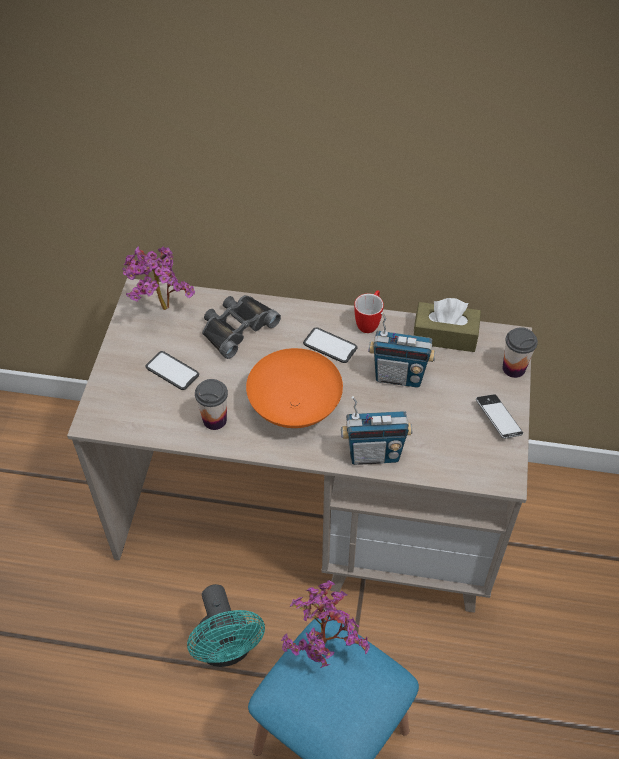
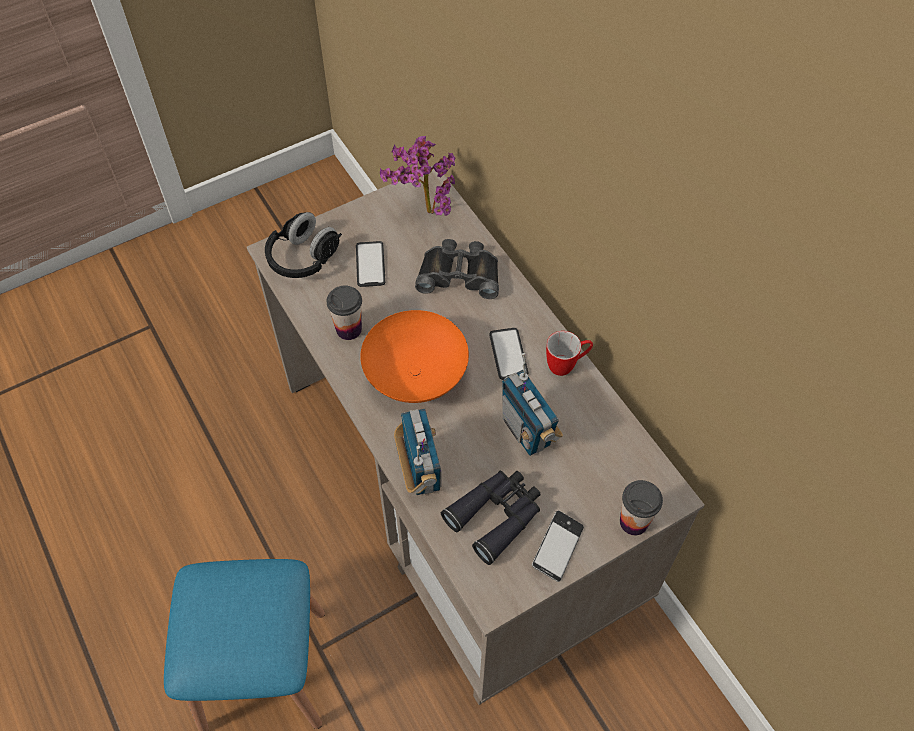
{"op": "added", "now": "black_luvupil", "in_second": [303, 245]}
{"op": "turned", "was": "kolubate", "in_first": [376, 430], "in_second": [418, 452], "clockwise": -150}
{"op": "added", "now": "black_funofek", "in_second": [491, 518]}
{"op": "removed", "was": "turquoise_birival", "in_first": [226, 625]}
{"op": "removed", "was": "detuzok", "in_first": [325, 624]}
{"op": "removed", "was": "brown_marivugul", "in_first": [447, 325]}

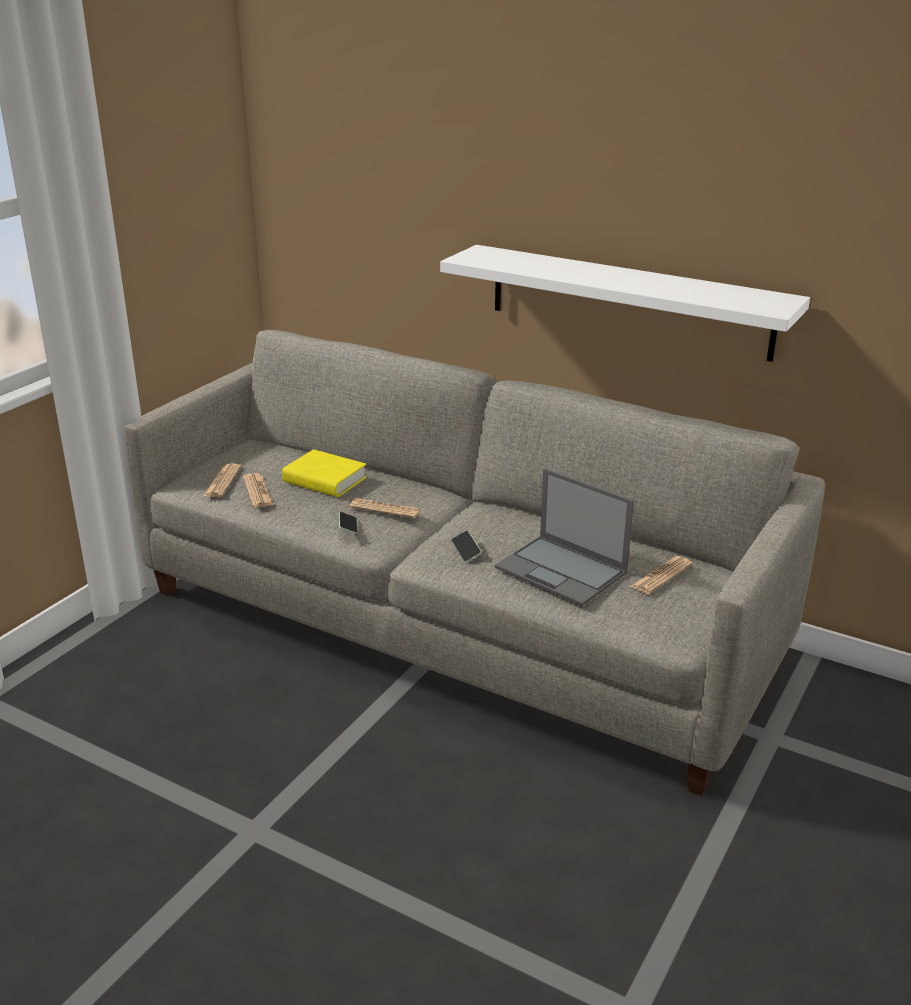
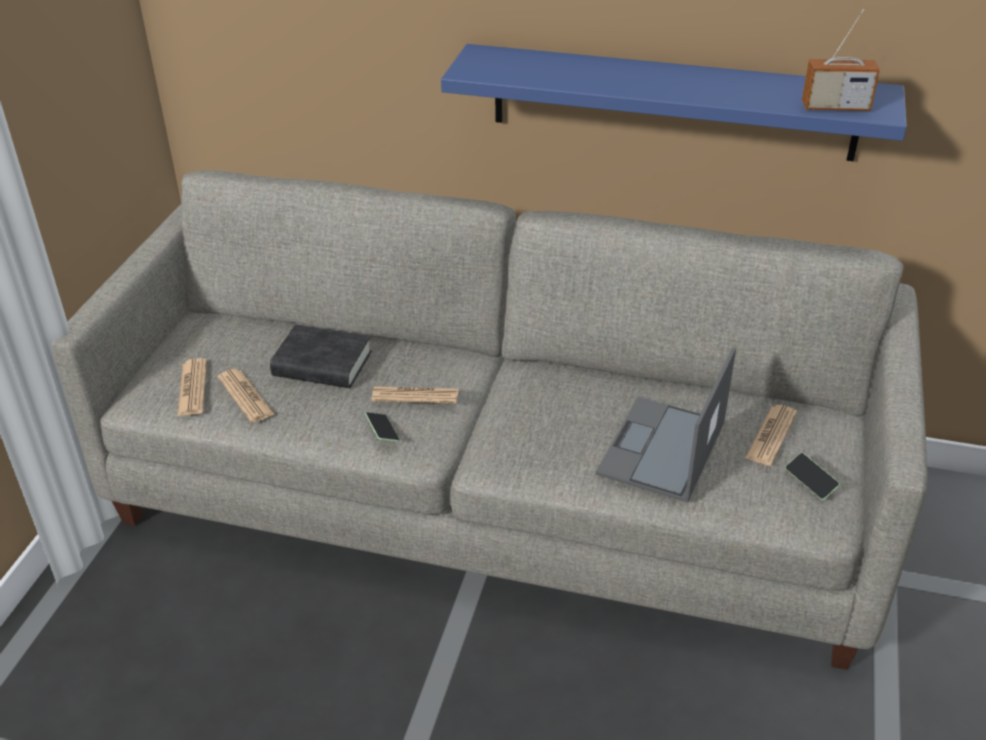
{"op": "recoloured", "was": "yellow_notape", "now": "black_notape", "in_first": [324, 473], "in_second": [321, 356]}
{"op": "recoloured", "was": "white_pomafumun", "now": "blue_pomafumun", "in_first": [625, 303], "in_second": [674, 102]}
{"op": "turned", "was": "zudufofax", "in_first": [564, 537], "in_second": [666, 425], "clockwise": 90}
{"op": "moved", "was": "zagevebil", "in_first": [466, 546], "in_second": [812, 476]}
{"op": "added", "now": "kolubate", "in_second": [841, 60]}

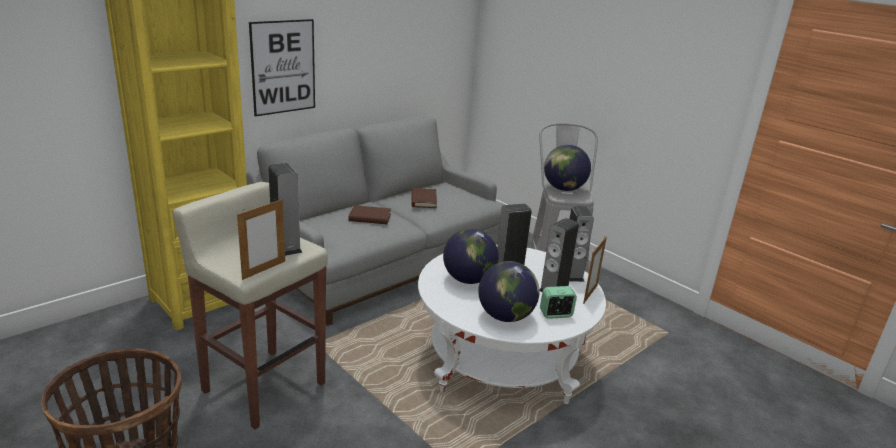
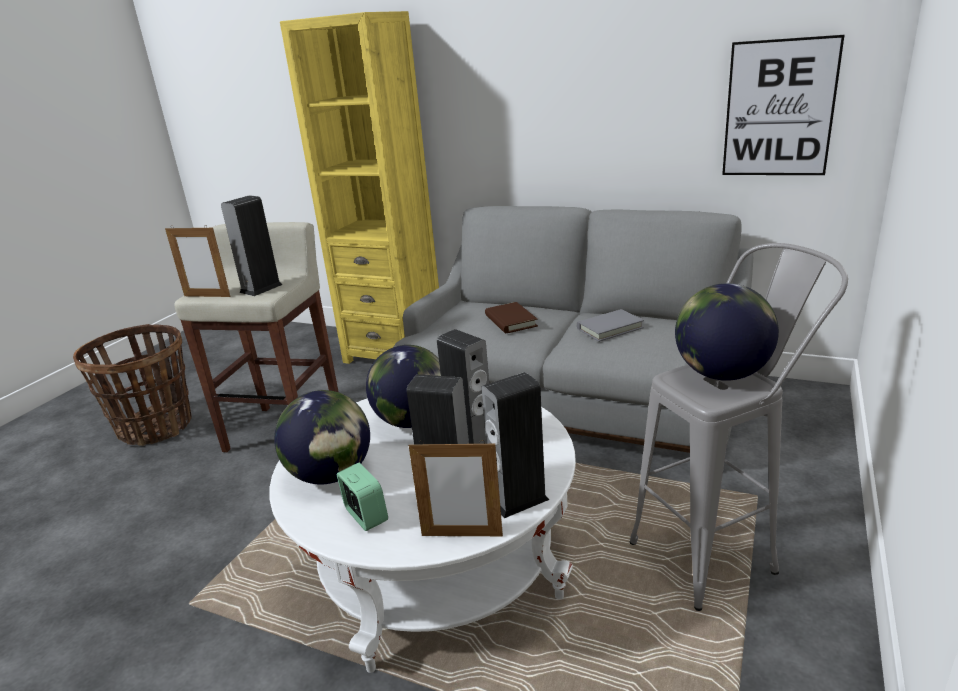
{"op": "recoloured", "was": "brown_notape", "now": "grey_notape", "in_first": [424, 198], "in_second": [610, 325]}
{"op": "moved", "was": "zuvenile", "in_first": [282, 67], "in_second": [783, 105]}

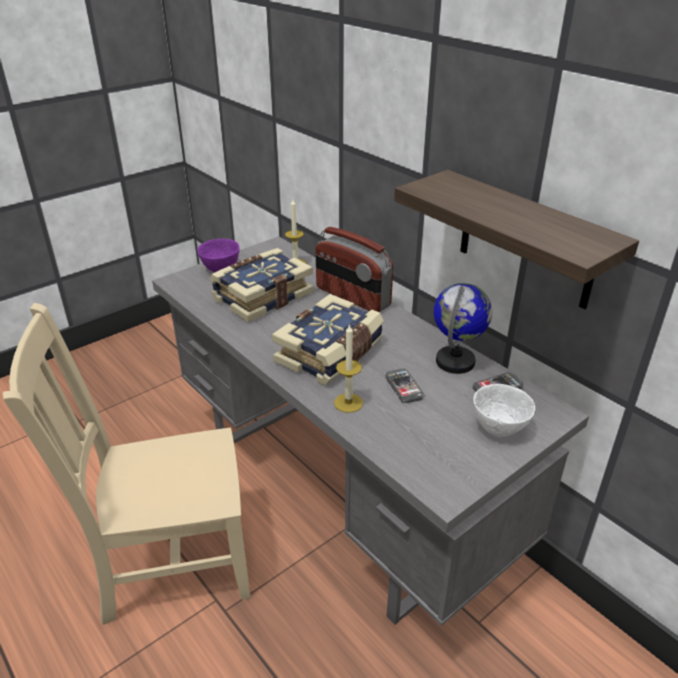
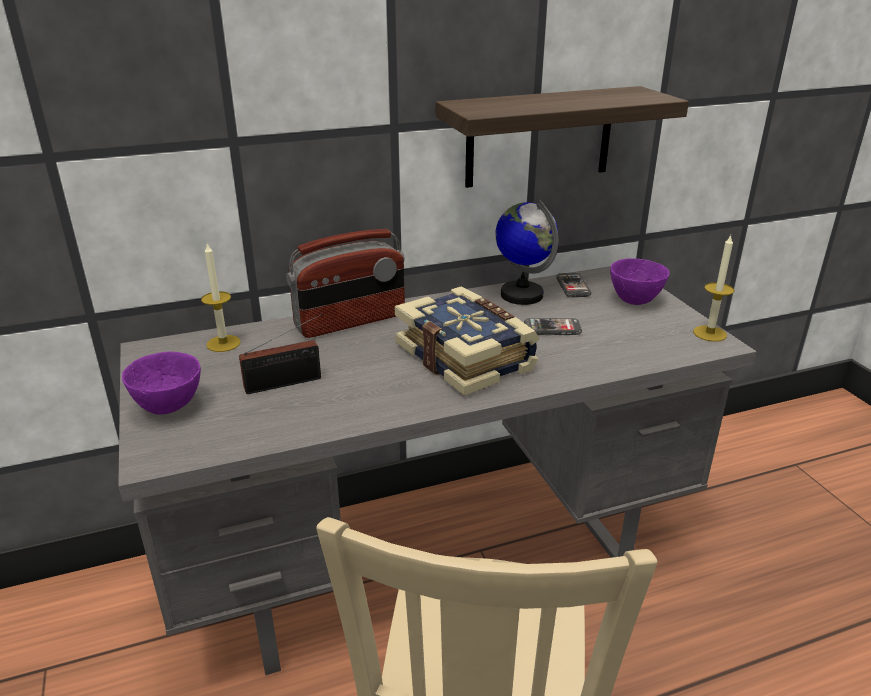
{"op": "replaced", "was": "notape", "now": "kolubate", "in_first": [262, 285], "in_second": [281, 354]}
{"op": "recoloured", "was": "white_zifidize", "now": "purple_zifidize", "in_first": [504, 410], "in_second": [640, 281]}
{"op": "moved", "was": "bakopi", "in_first": [348, 368], "in_second": [713, 288]}

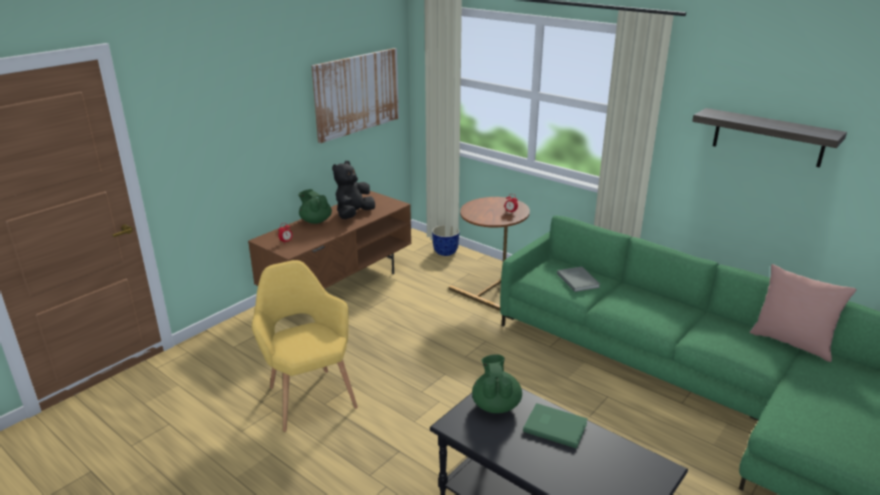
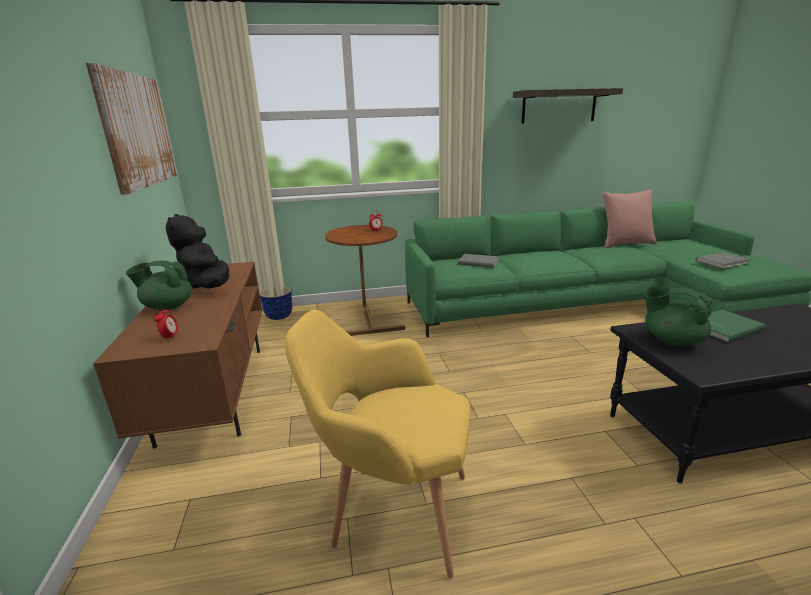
{"op": "added", "now": "grey_notape", "in_second": [723, 260]}

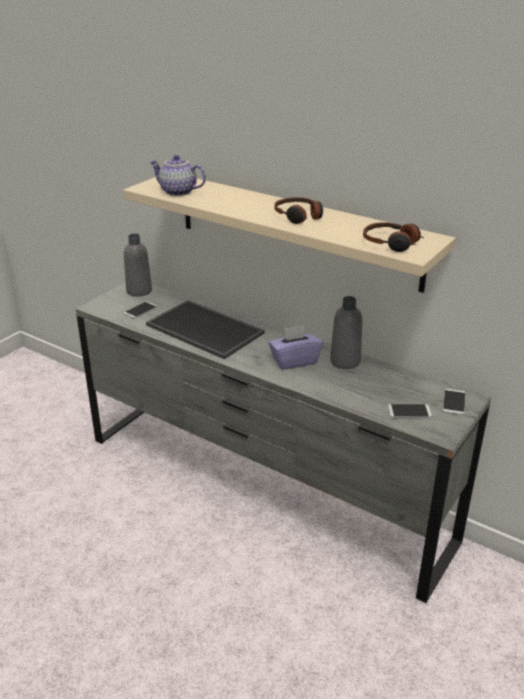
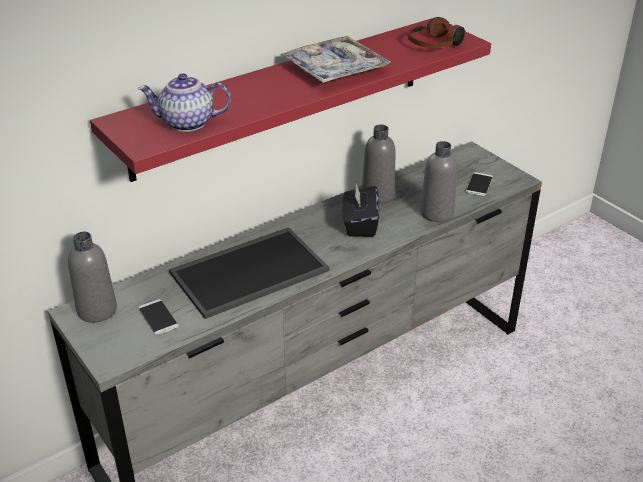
{"op": "recoloured", "was": "beige_pomafumun", "now": "red_pomafumun", "in_first": [289, 235], "in_second": [290, 99]}
{"op": "turned", "was": "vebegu", "in_first": [178, 175], "in_second": [184, 102], "clockwise": 45}
{"op": "replaced", "was": "luvupil", "now": "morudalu", "in_first": [299, 210], "in_second": [335, 59]}
{"op": "recoloured", "was": "purple_marivugul", "now": "black_marivugul", "in_first": [295, 347], "in_second": [360, 210]}
{"op": "added", "now": "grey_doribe", "in_second": [438, 181]}
{"op": "removed", "was": "zagevebil", "in_first": [454, 402]}

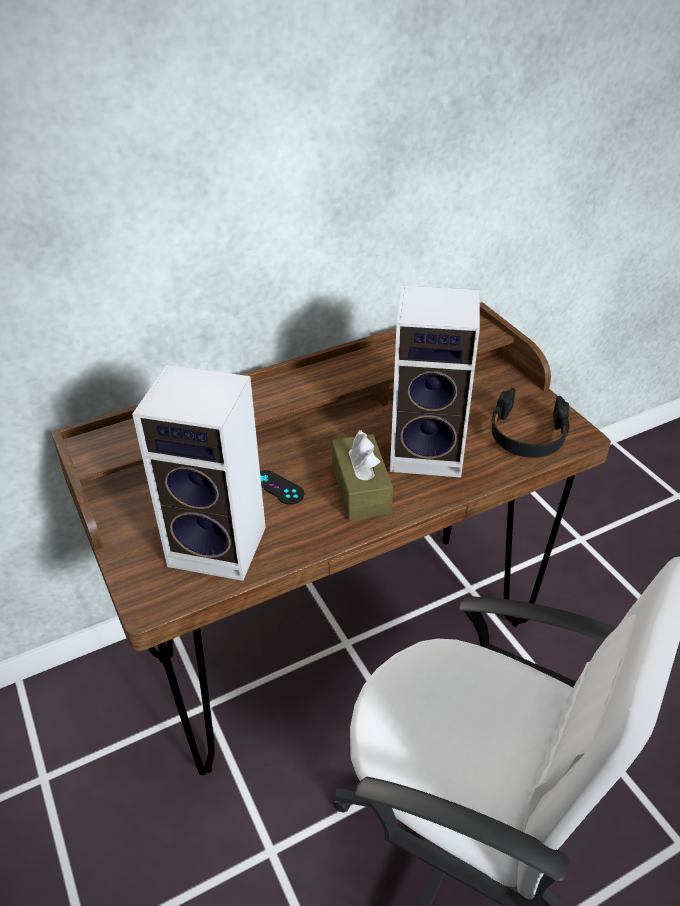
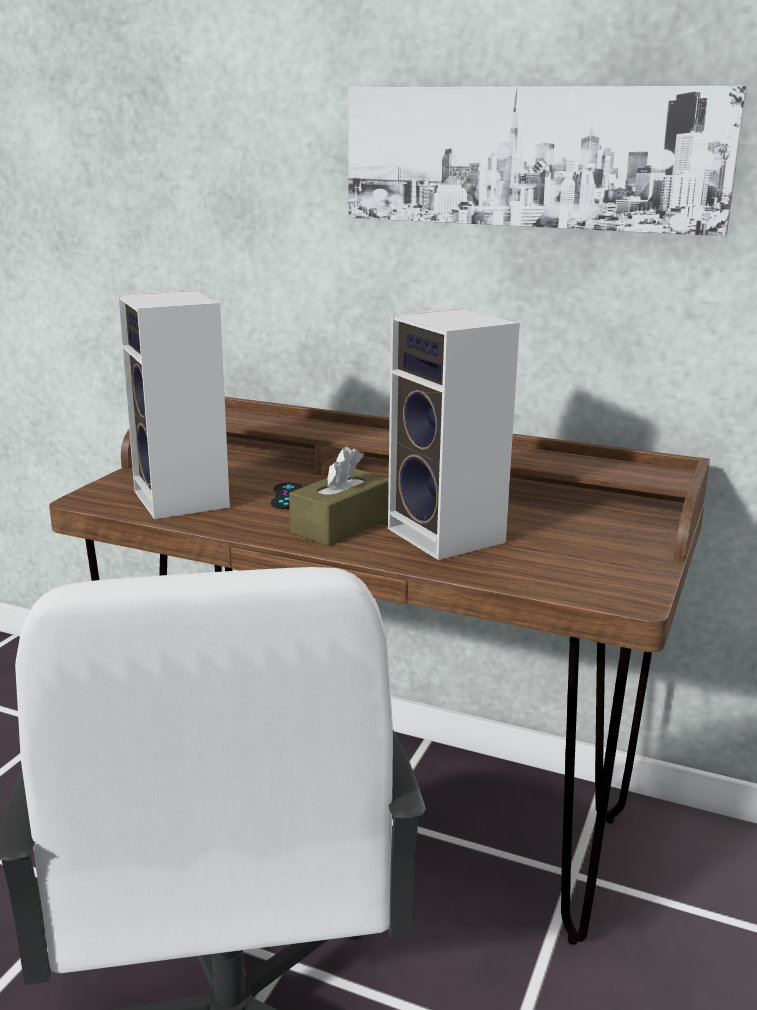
{"op": "added", "now": "zuvenile", "in_second": [547, 161]}
{"op": "removed", "was": "black_luvupil", "in_first": [530, 423]}

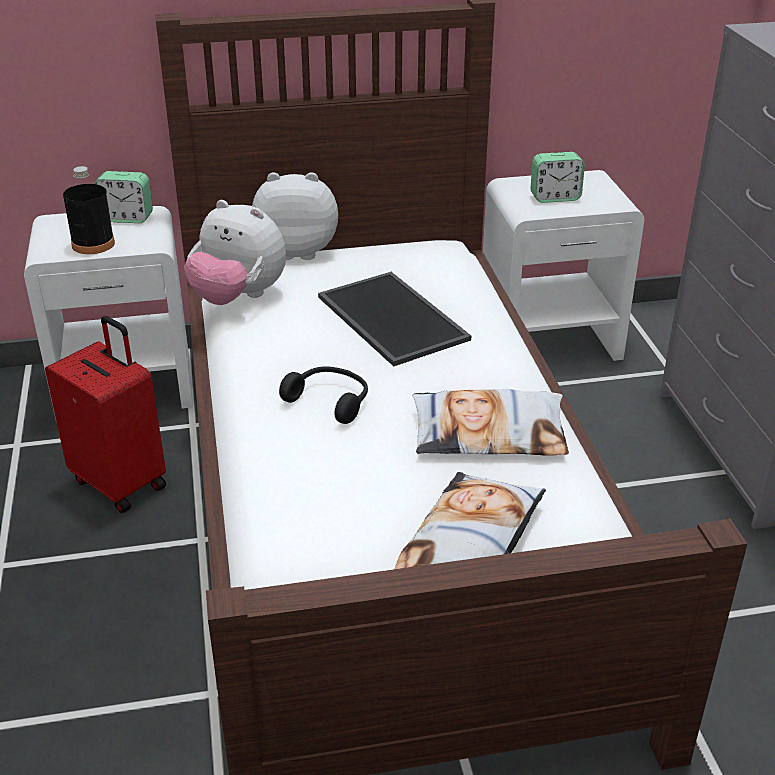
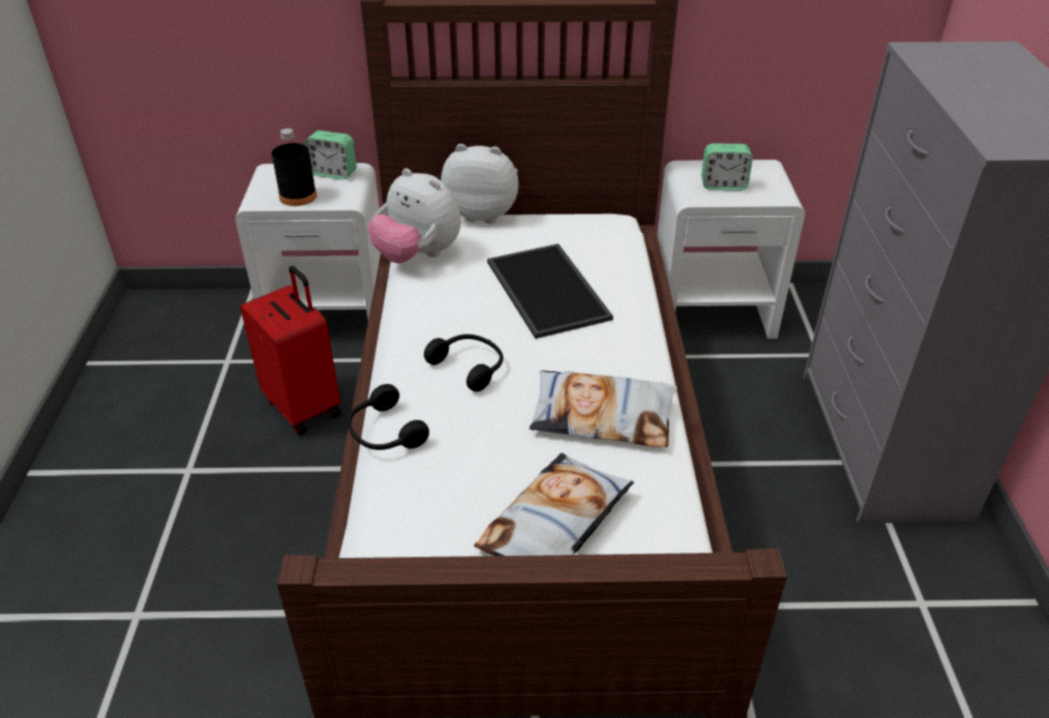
{"op": "added", "now": "black_luvupil", "in_second": [388, 417]}

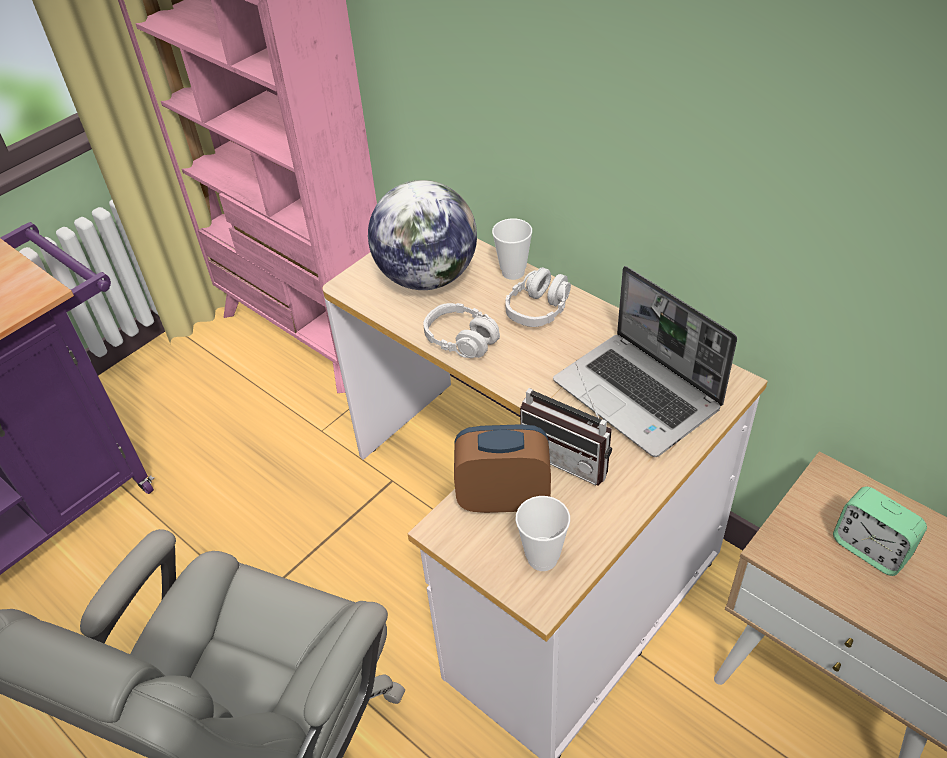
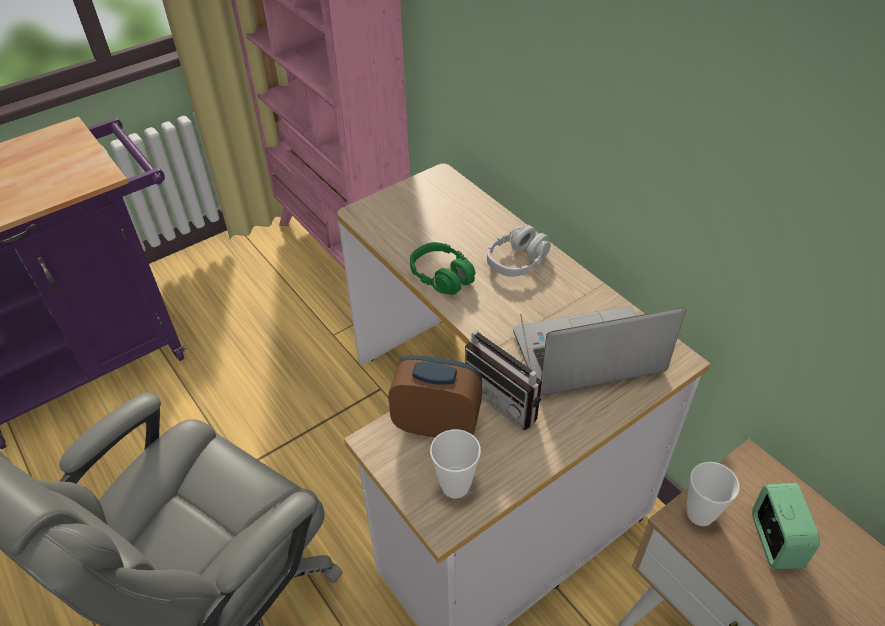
{"op": "recoloured", "was": "grey_luvupil", "now": "green_luvupil", "in_first": [461, 330], "in_second": [442, 268]}
{"op": "turned", "was": "zudufofax", "in_first": [645, 361], "in_second": [599, 350], "clockwise": 105}
{"op": "moved", "was": "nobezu", "in_first": [512, 249], "in_second": [713, 494]}
{"op": "turned", "was": "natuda", "in_first": [880, 531], "in_second": [786, 526], "clockwise": -150}
{"op": "removed", "was": "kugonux", "in_first": [422, 235]}

